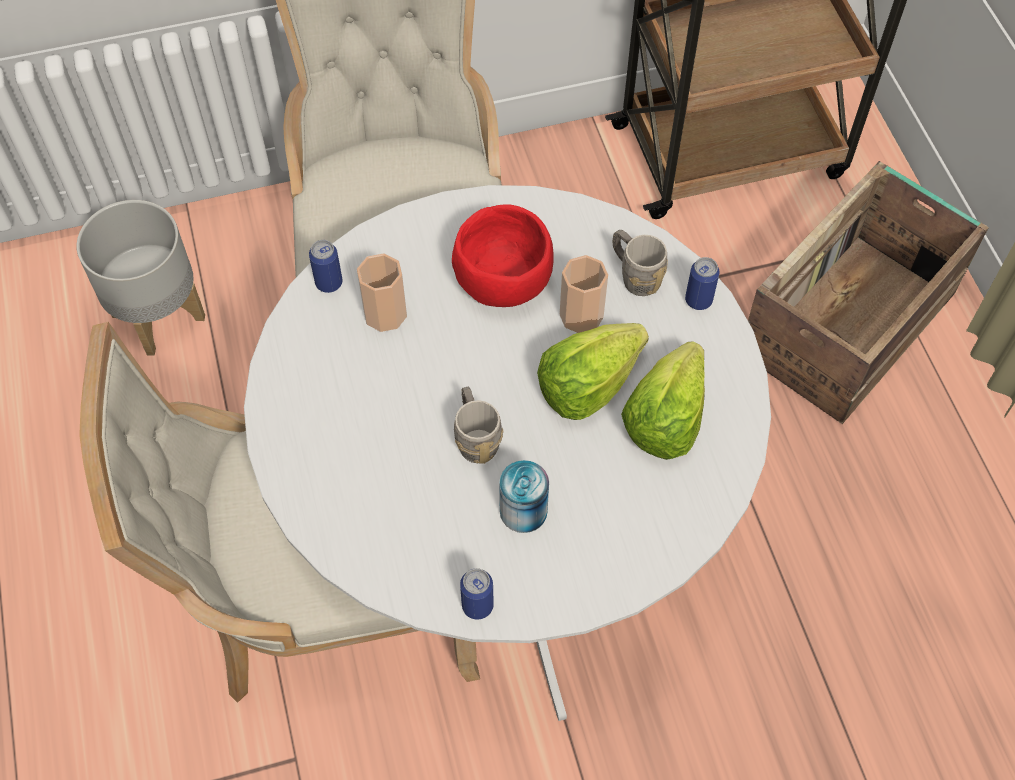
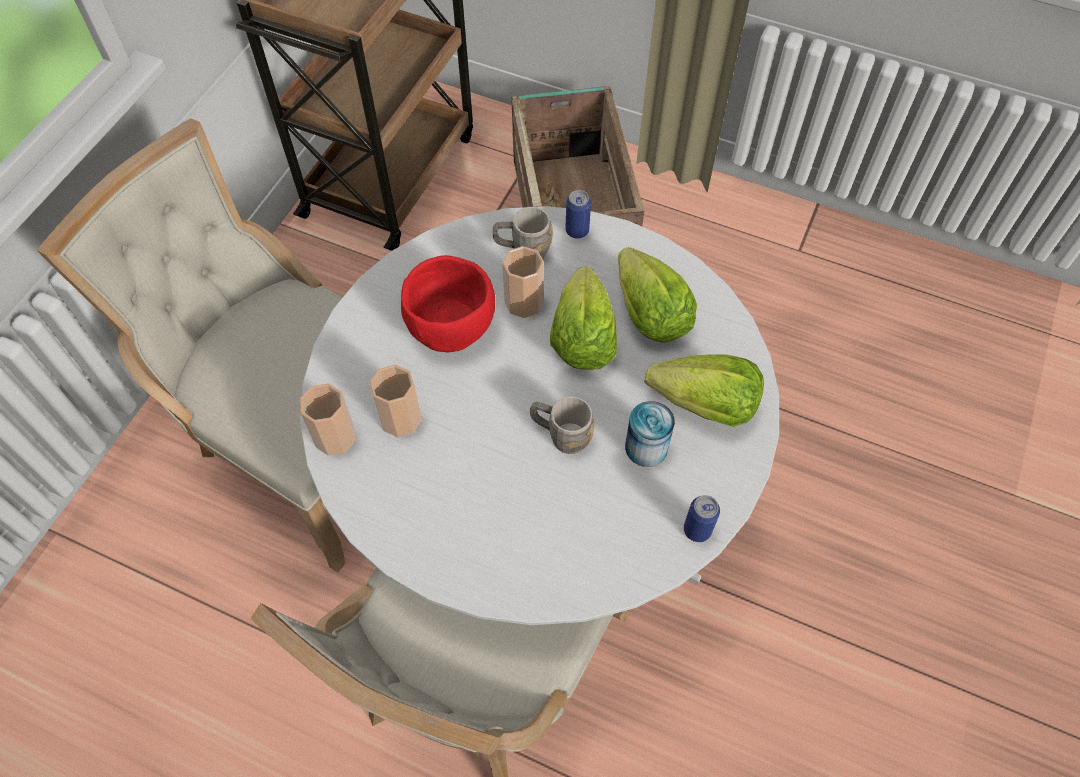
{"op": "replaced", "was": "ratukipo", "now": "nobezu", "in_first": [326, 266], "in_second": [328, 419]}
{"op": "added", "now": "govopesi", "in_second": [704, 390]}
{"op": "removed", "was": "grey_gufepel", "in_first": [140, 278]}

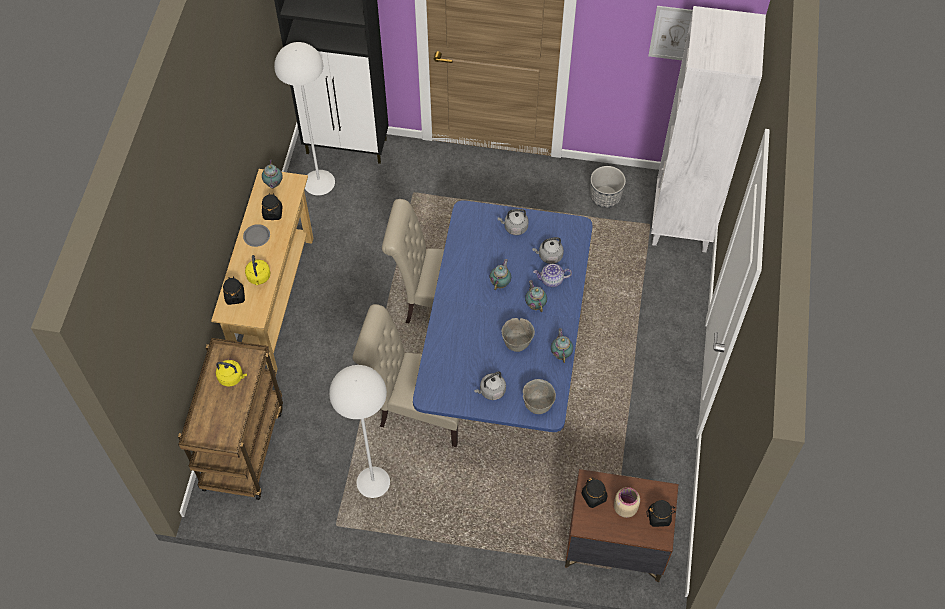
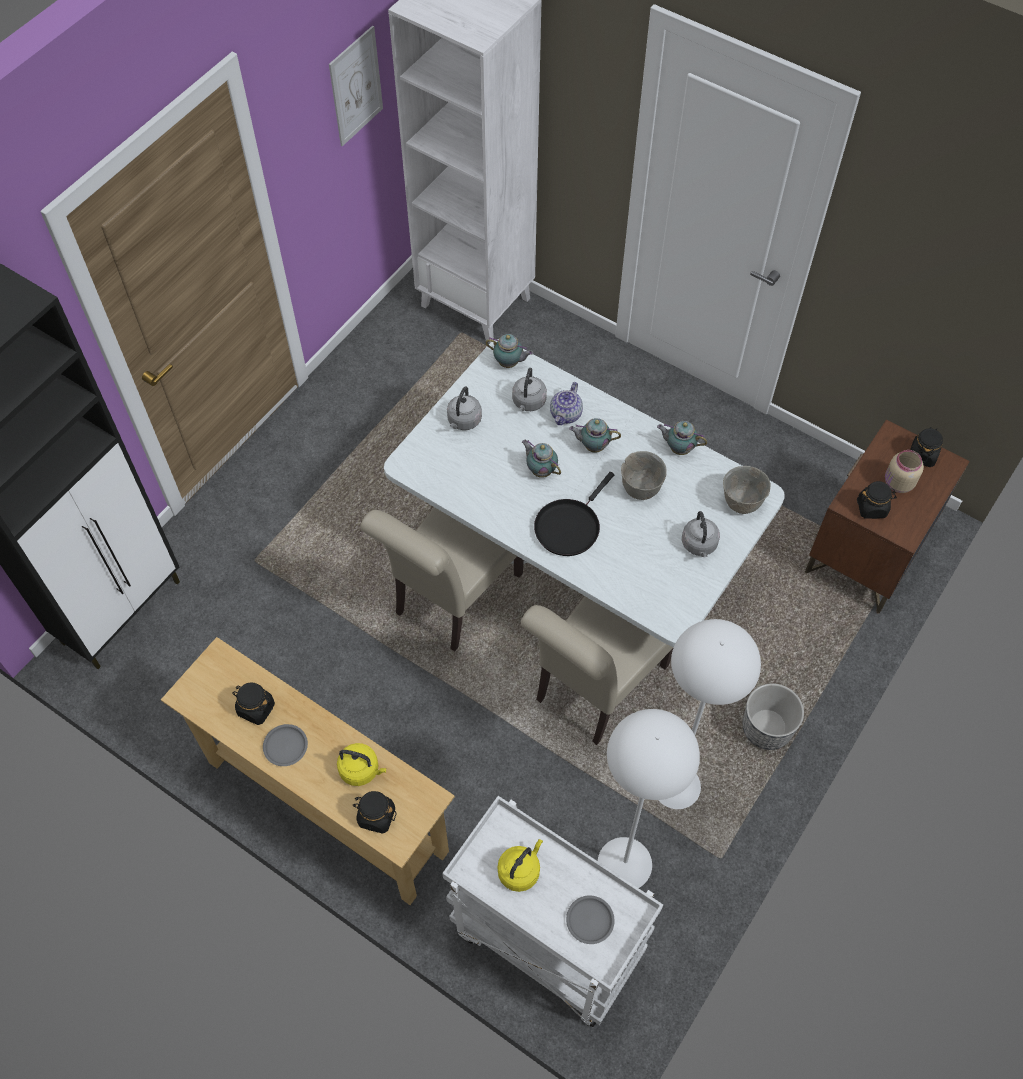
{"op": "recoloured", "was": "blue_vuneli", "now": "white_vuneli", "in_first": [502, 316], "in_second": [584, 493]}
{"op": "recoloured", "was": "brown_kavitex", "now": "white_kavitex", "in_first": [230, 419], "in_second": [552, 911]}
{"op": "moved", "was": "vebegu", "in_first": [272, 174], "in_second": [509, 351]}
{"op": "added", "now": "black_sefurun", "in_second": [574, 514]}
{"op": "added", "now": "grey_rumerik", "in_second": [590, 919]}
{"op": "moved", "was": "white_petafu", "in_first": [304, 118], "in_second": [649, 798]}
{"op": "moved", "was": "gufepel", "in_first": [608, 187], "in_second": [773, 716]}

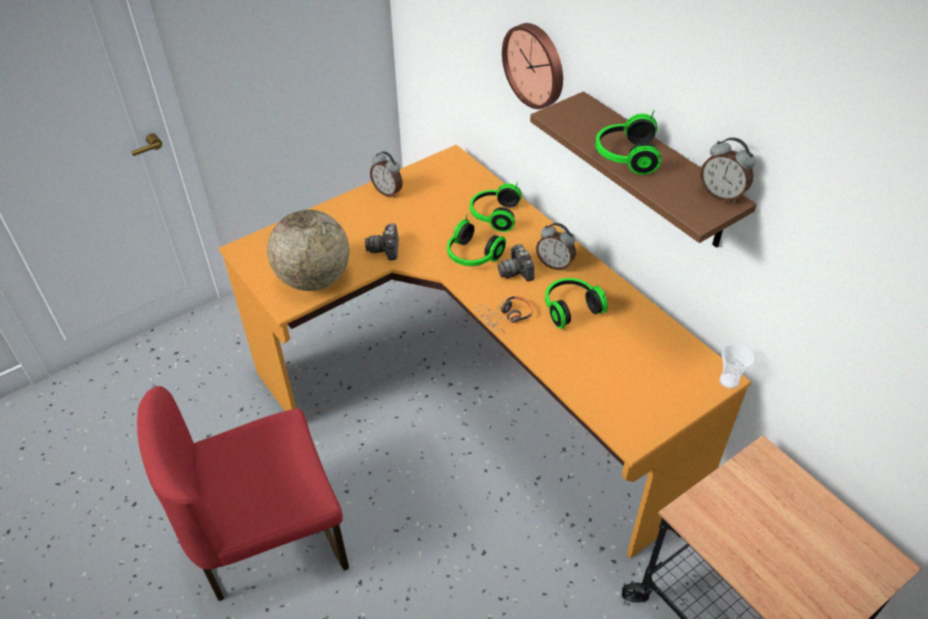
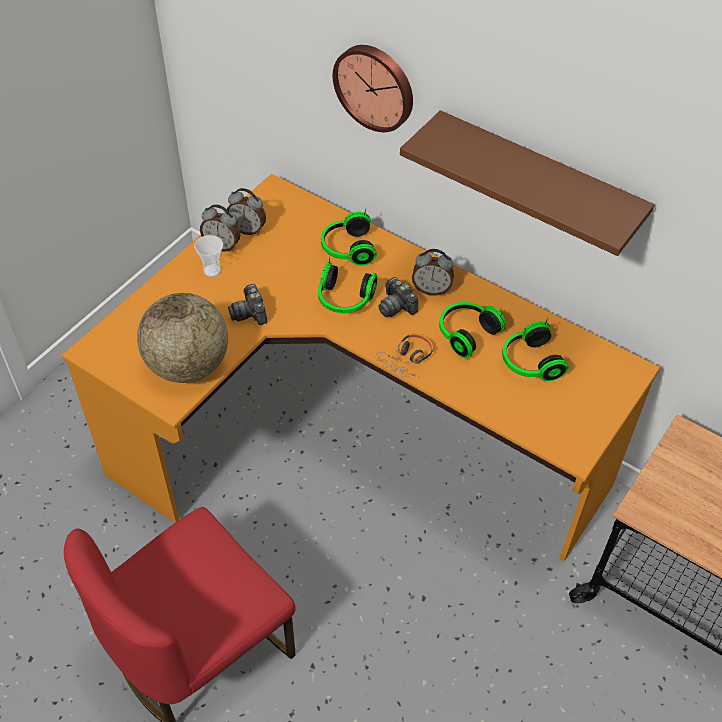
{"op": "moved", "was": "nobezu", "in_first": [736, 366], "in_second": [208, 256]}
{"op": "moved", "was": "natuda", "in_first": [727, 170], "in_second": [246, 211]}
{"op": "moved", "was": "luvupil", "in_first": [628, 142], "in_second": [535, 349]}

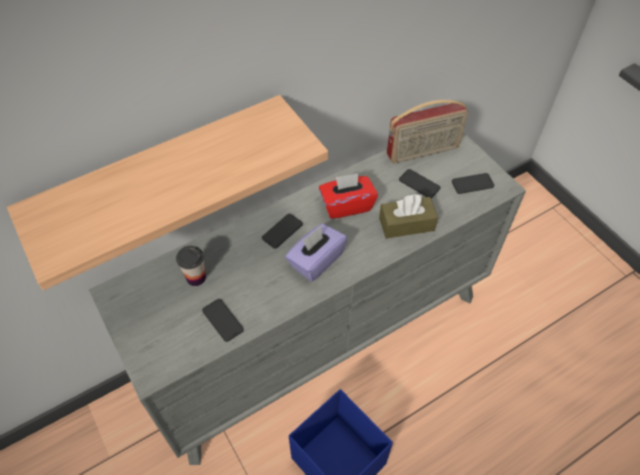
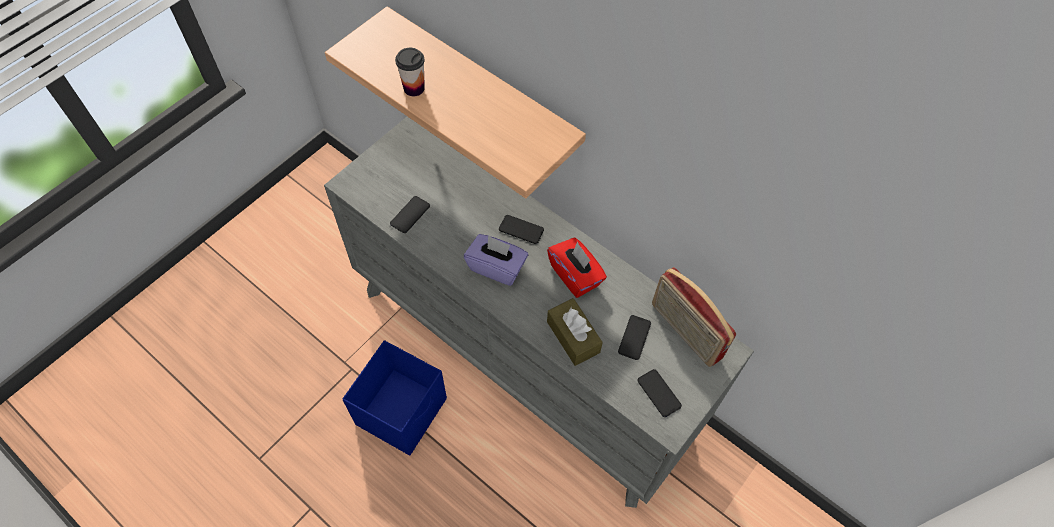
{"op": "moved", "was": "nobezu", "in_first": [191, 266], "in_second": [410, 72]}

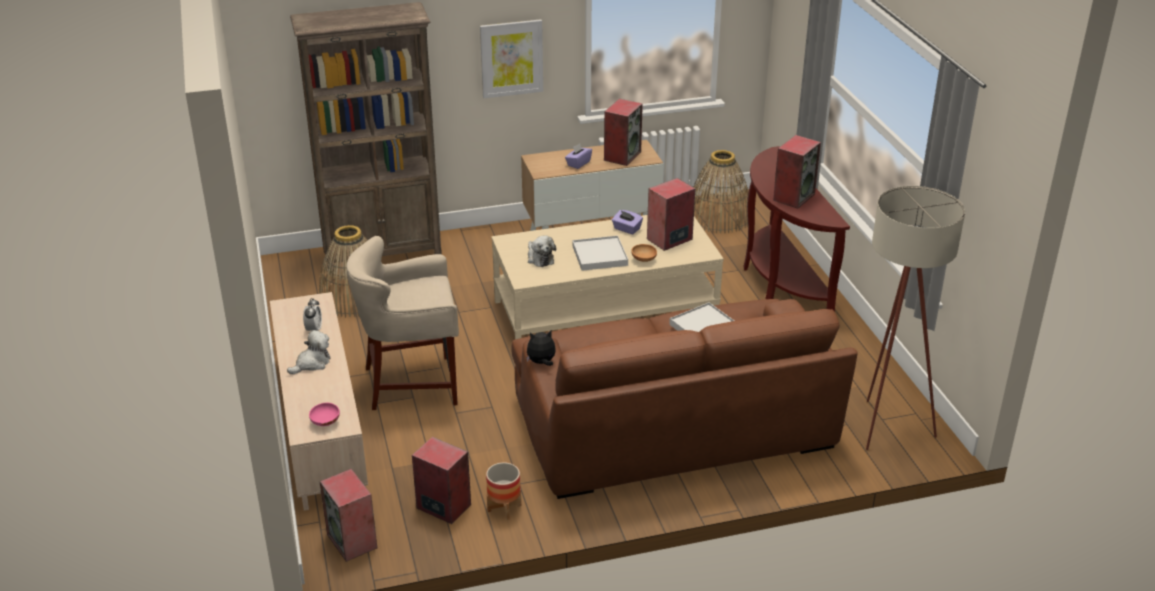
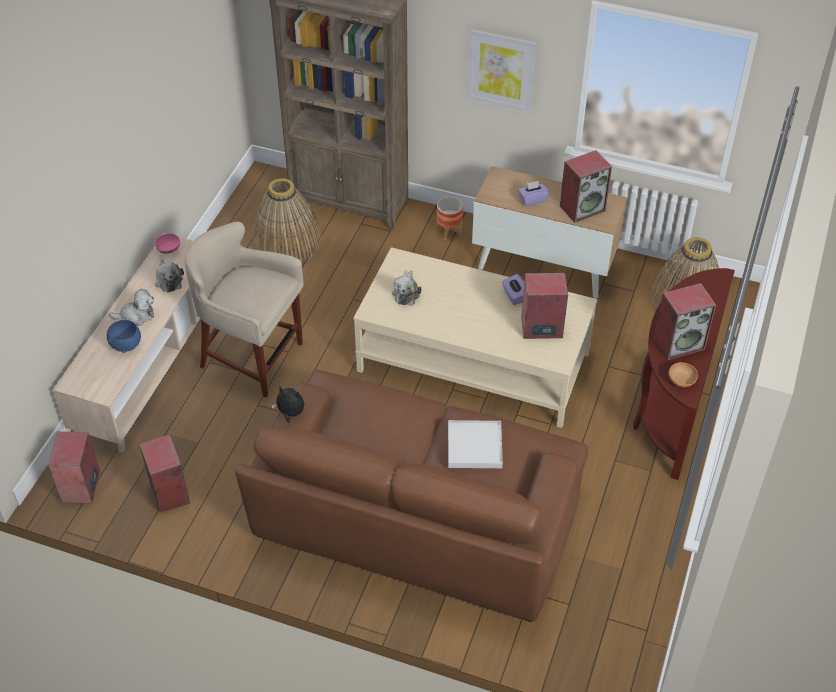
{"op": "added", "now": "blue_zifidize", "in_second": [124, 336]}
{"op": "moved", "was": "pink_zifidize", "in_first": [324, 414], "in_second": [167, 243]}
{"op": "replaced", "was": "natuda", "now": "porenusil", "in_first": [312, 314], "in_second": [169, 275]}
{"op": "moved", "was": "gufepel", "in_first": [503, 491], "in_second": [450, 218]}
{"op": "moved", "was": "brown_zifidize", "in_first": [644, 253], "in_second": [683, 374]}
{"op": "removed", "was": "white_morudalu", "in_first": [600, 253]}
{"op": "removed", "was": "beige_petafu", "in_first": [915, 318]}

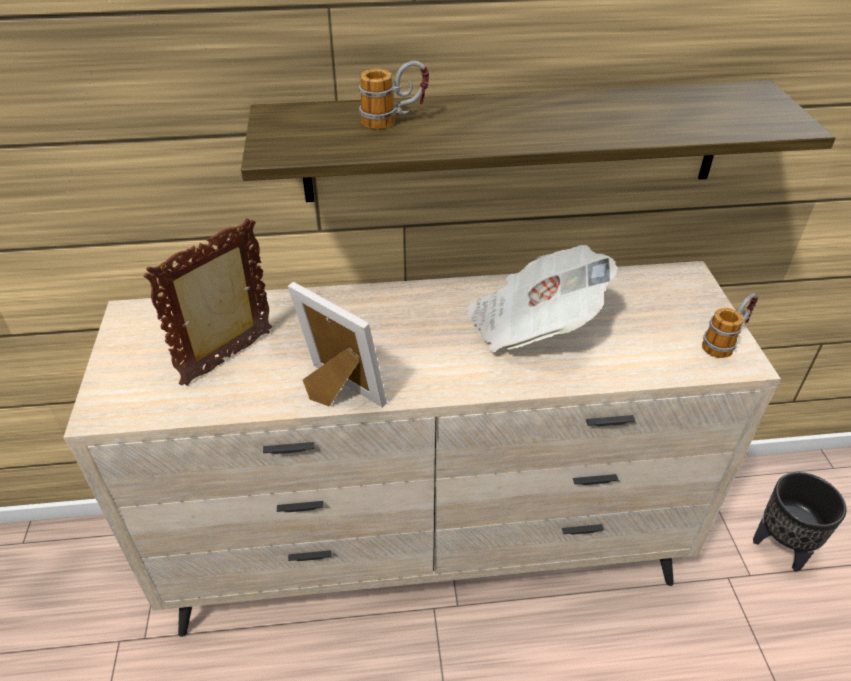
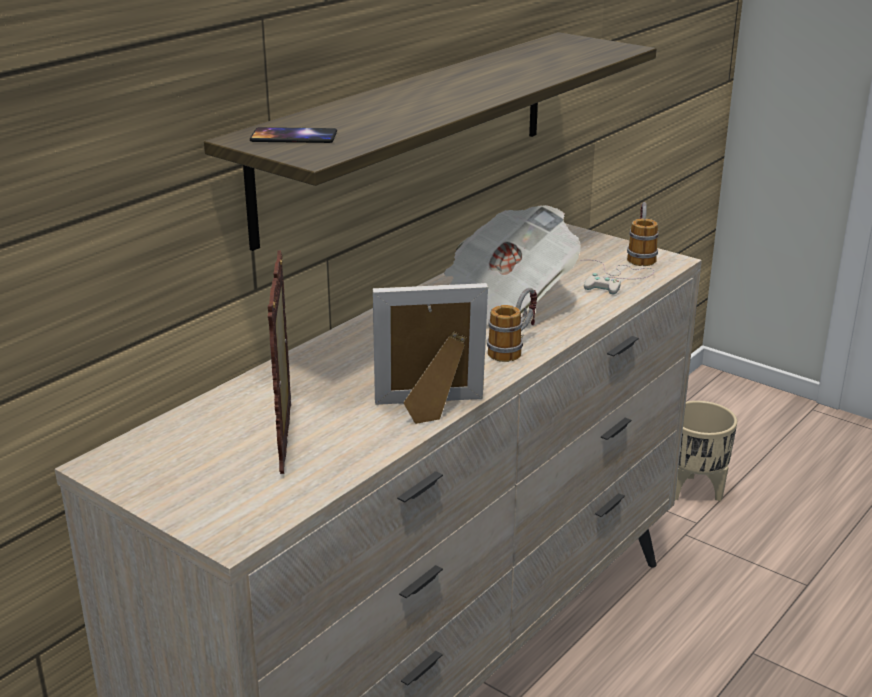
{"op": "added", "now": "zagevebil", "in_second": [293, 135]}
{"op": "moved", "was": "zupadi", "in_first": [394, 95], "in_second": [512, 325]}
{"op": "added", "now": "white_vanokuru", "in_second": [617, 277]}
{"op": "recoloured", "was": "black_gufepel", "now": "beige_gufepel", "in_first": [799, 522], "in_second": [706, 451]}

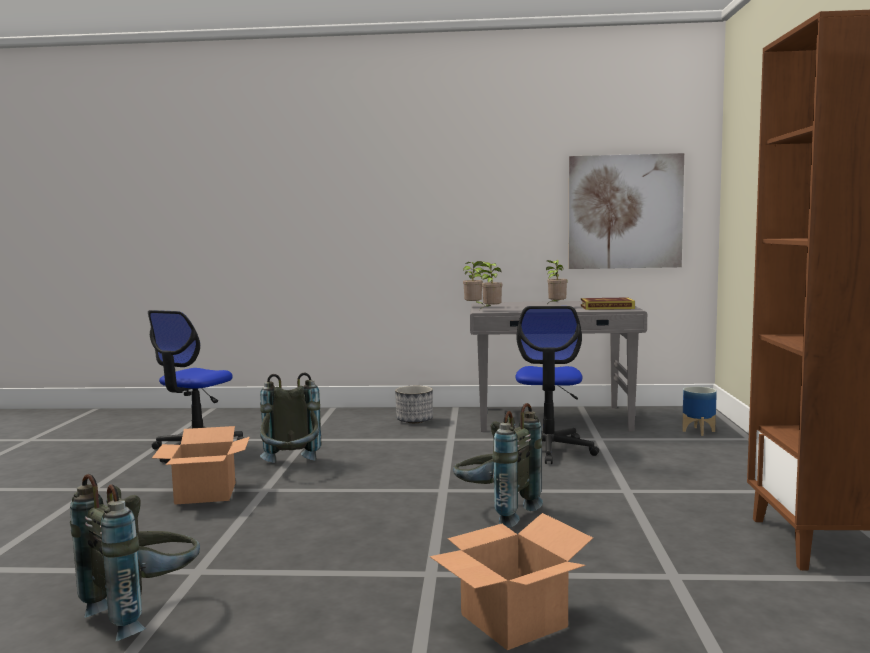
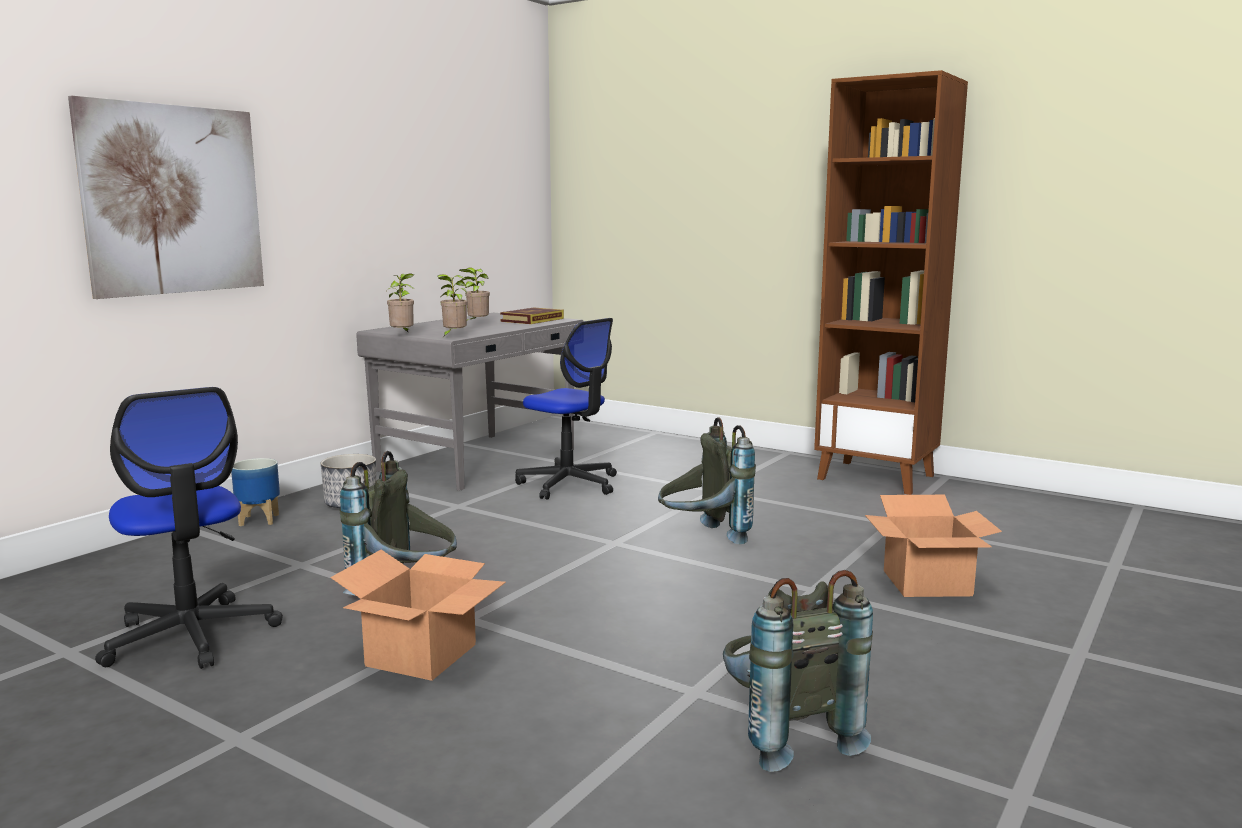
{"op": "moved", "was": "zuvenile", "in_first": [626, 211], "in_second": [166, 197]}
{"op": "moved", "was": "gufepel", "in_first": [699, 411], "in_second": [255, 492]}

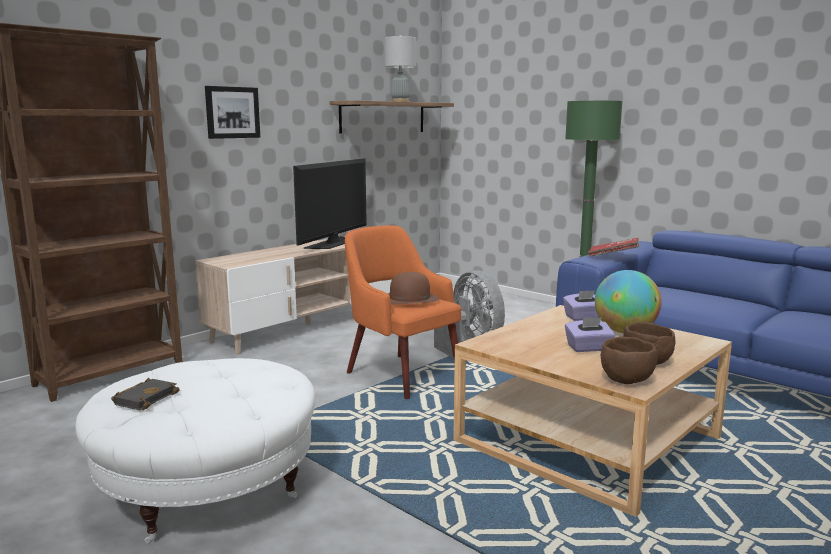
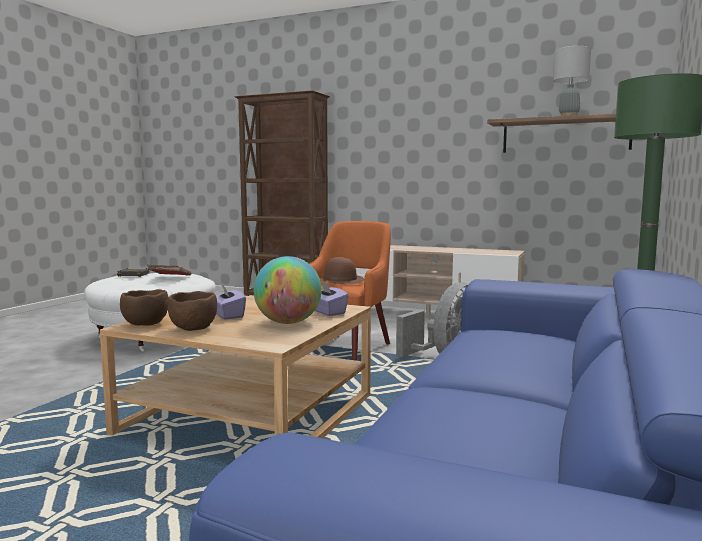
{"op": "moved", "was": "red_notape", "in_first": [613, 247], "in_second": [169, 269]}
{"op": "removed", "was": "zuvenile", "in_first": [232, 112]}
{"op": "removed", "was": "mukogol", "in_first": [330, 203]}

